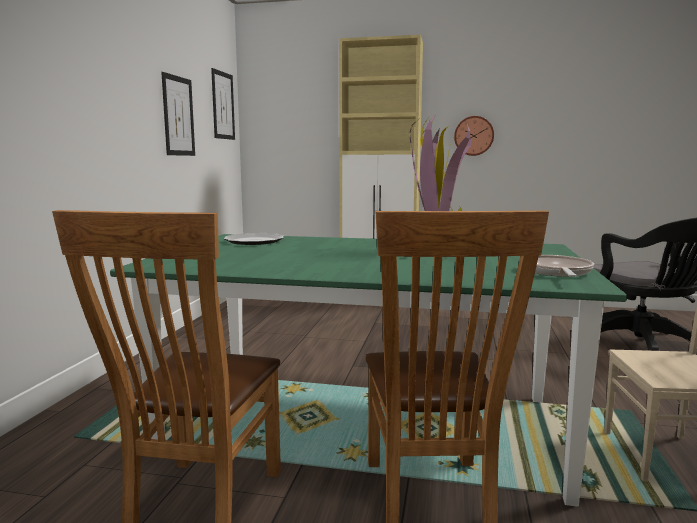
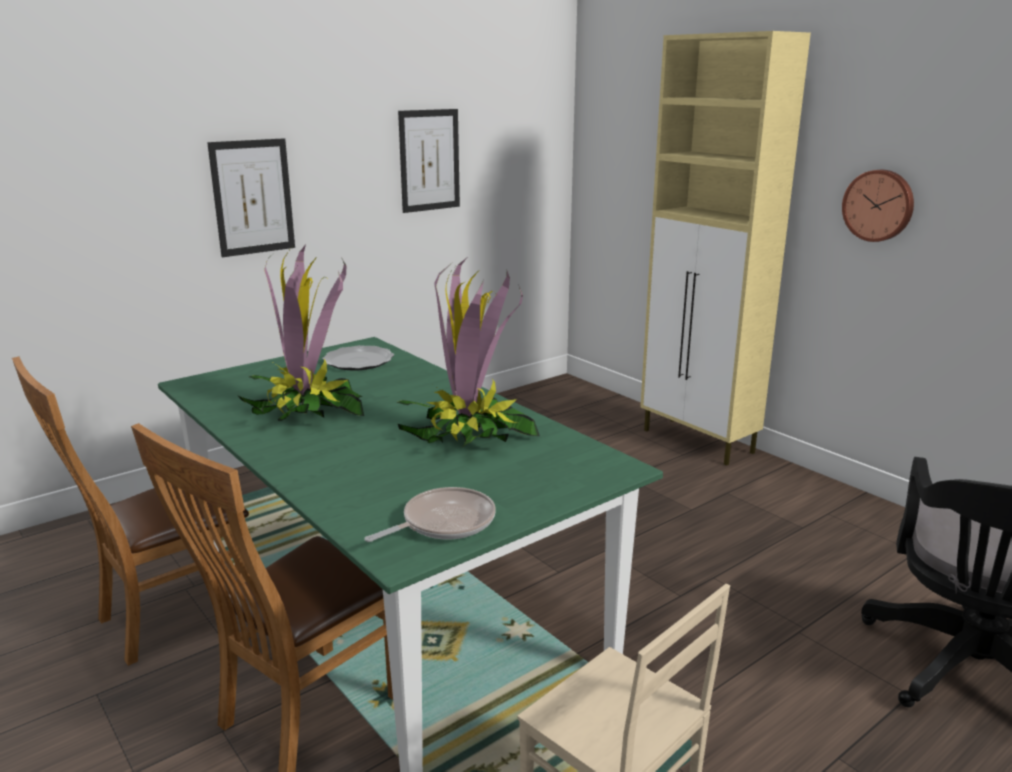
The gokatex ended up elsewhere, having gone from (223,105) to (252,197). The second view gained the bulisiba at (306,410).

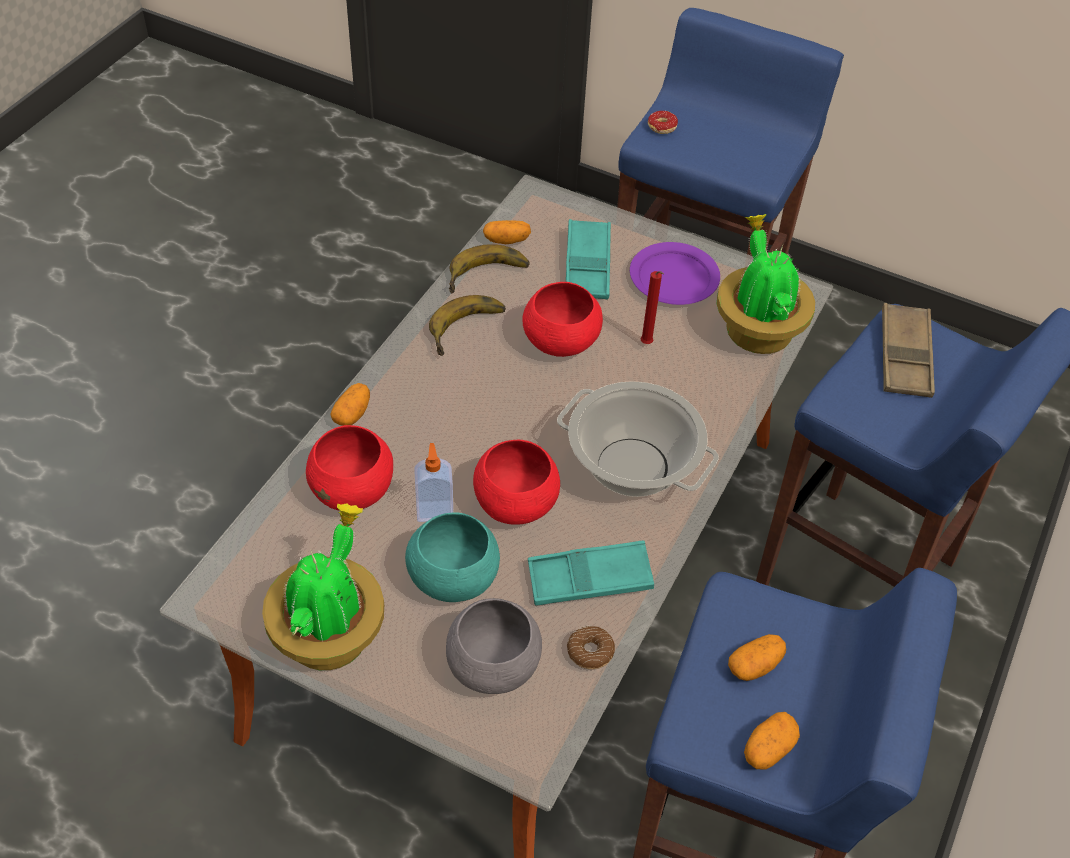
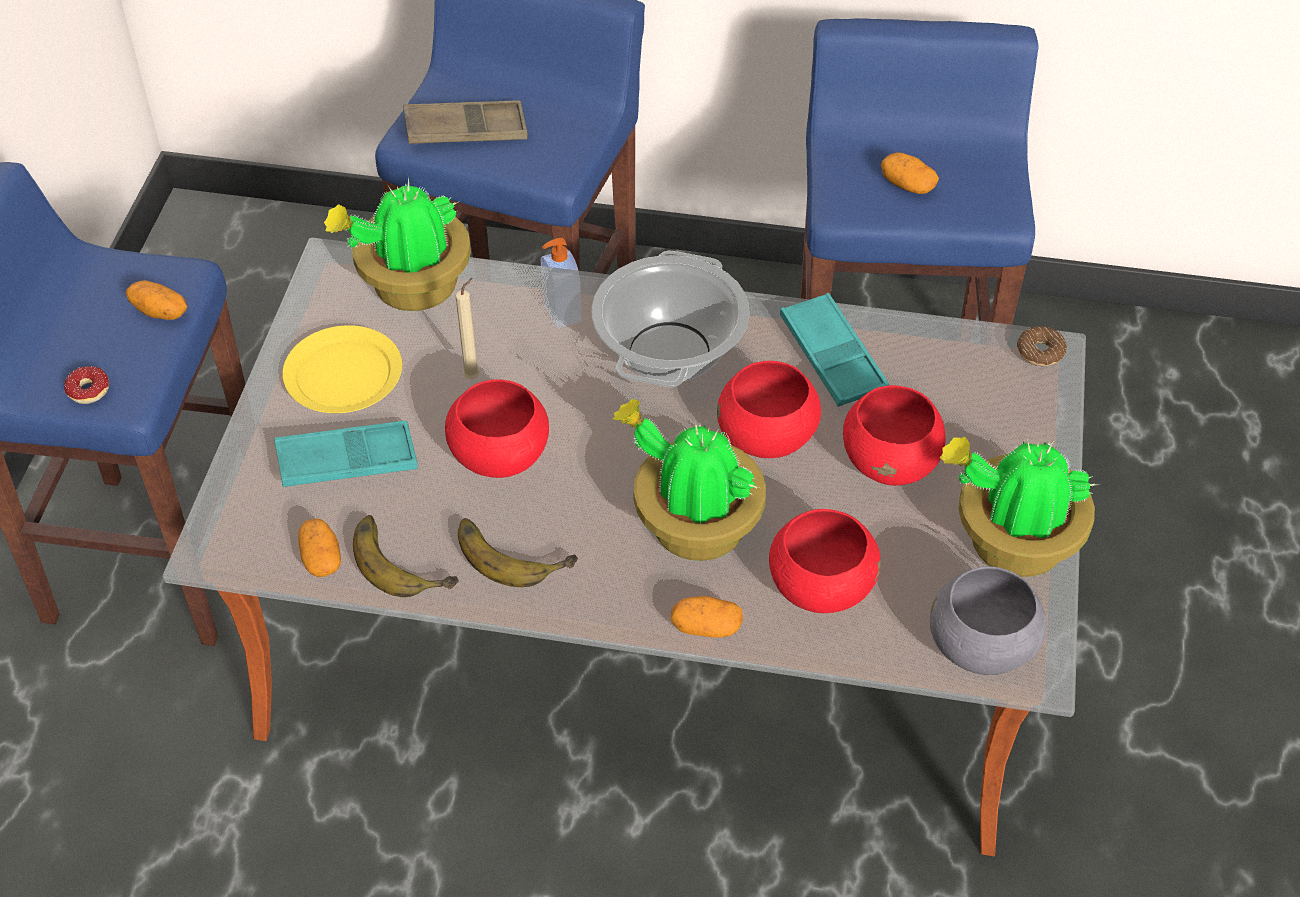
What was the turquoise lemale at (453,579) turned into the red lemale at (891,462). The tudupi ended up elsewhere, having gone from (434,510) to (560,313). The grey lemale ended up elsewhere, having gone from (492,665) to (982,647). The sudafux ended up elsewhere, having gone from (590,651) to (1040,352). What was the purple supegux at (674,277) turned into the yellow supegux at (342,373). What was the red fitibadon at (647,344) turned into the beige fitibadon at (474,376). The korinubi ended up elsewhere, having gone from (768,749) to (160,311). The second view gained the bulisiba at (693,526).

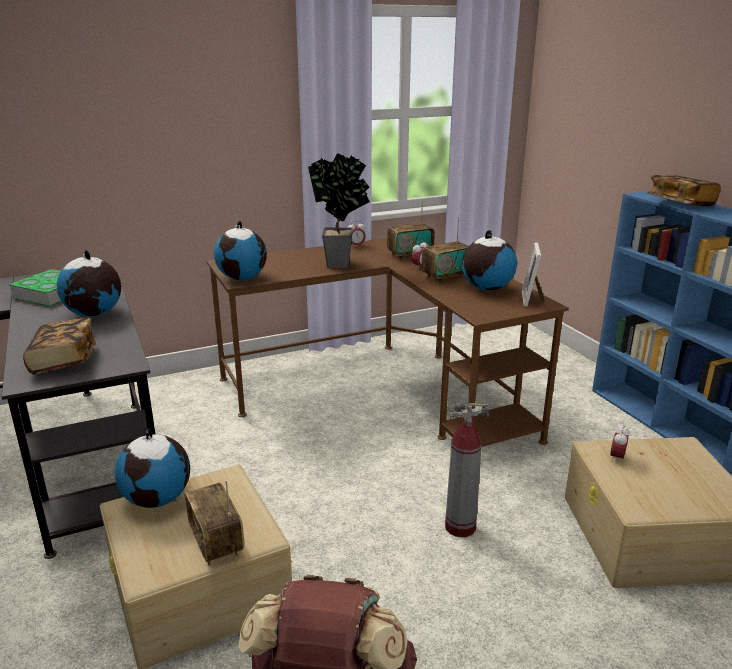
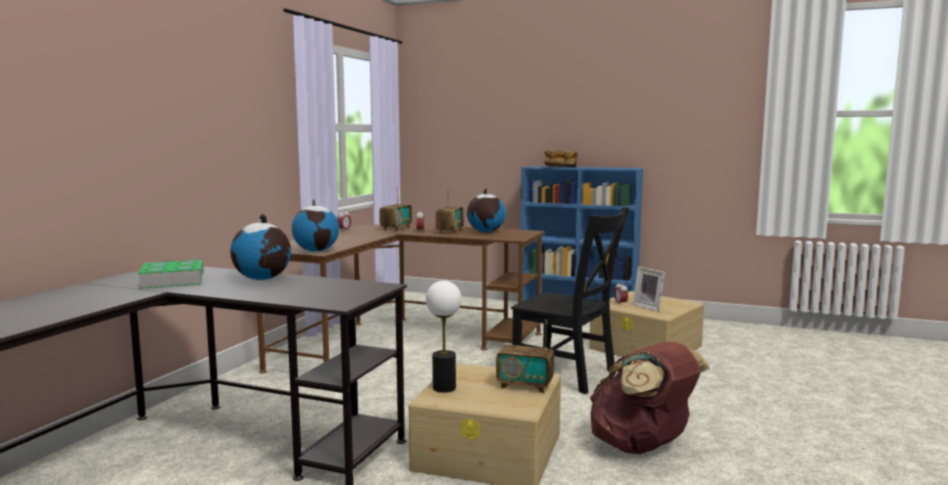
The second view lost the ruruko at (64,360). Where the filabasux stood at (158,499), the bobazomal came to stand at (444,388). The second view lost the bulisiba at (342,265). Where the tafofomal stood at (460,527), the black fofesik came to stand at (568,375). The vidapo ended up elsewhere, having gone from (532,299) to (649,307).

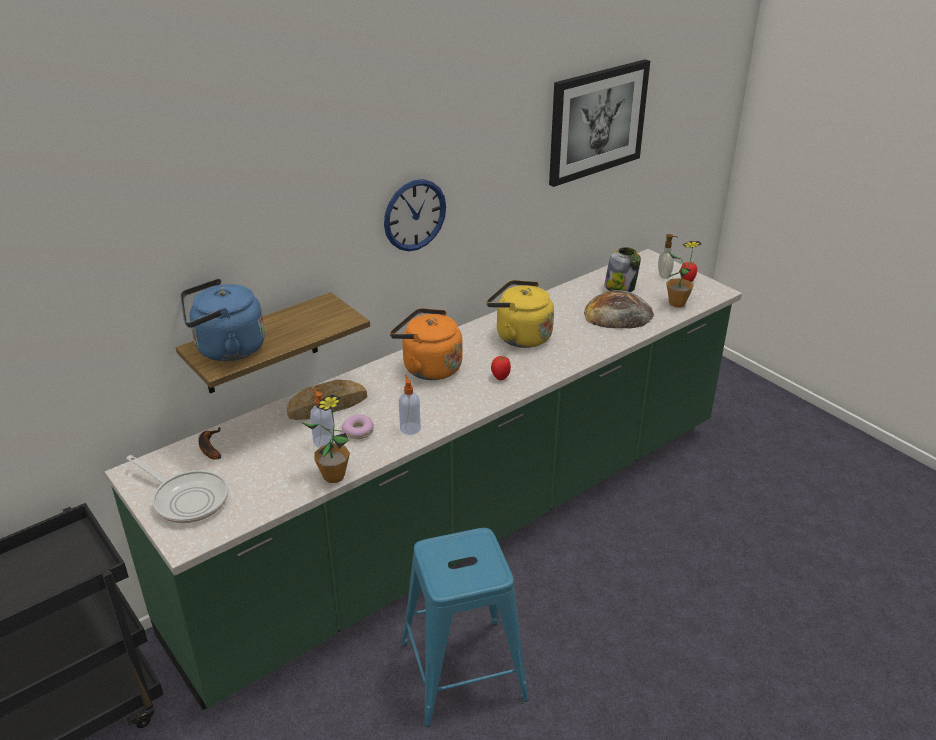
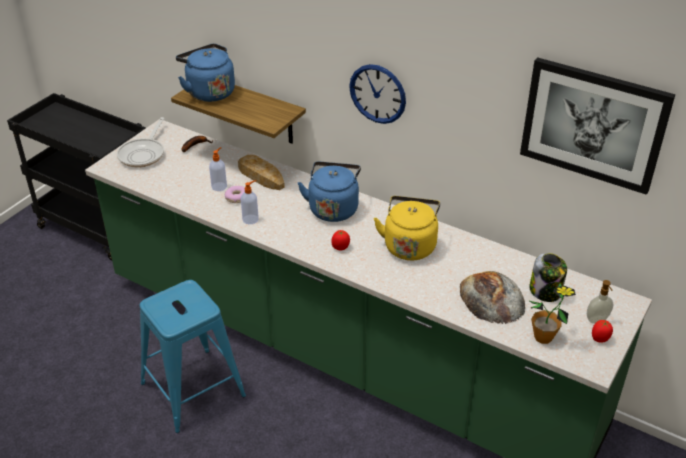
The second view lost the bulisiba at (334,476). What was the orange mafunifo at (428,367) turned into the blue mafunifo at (333,208).

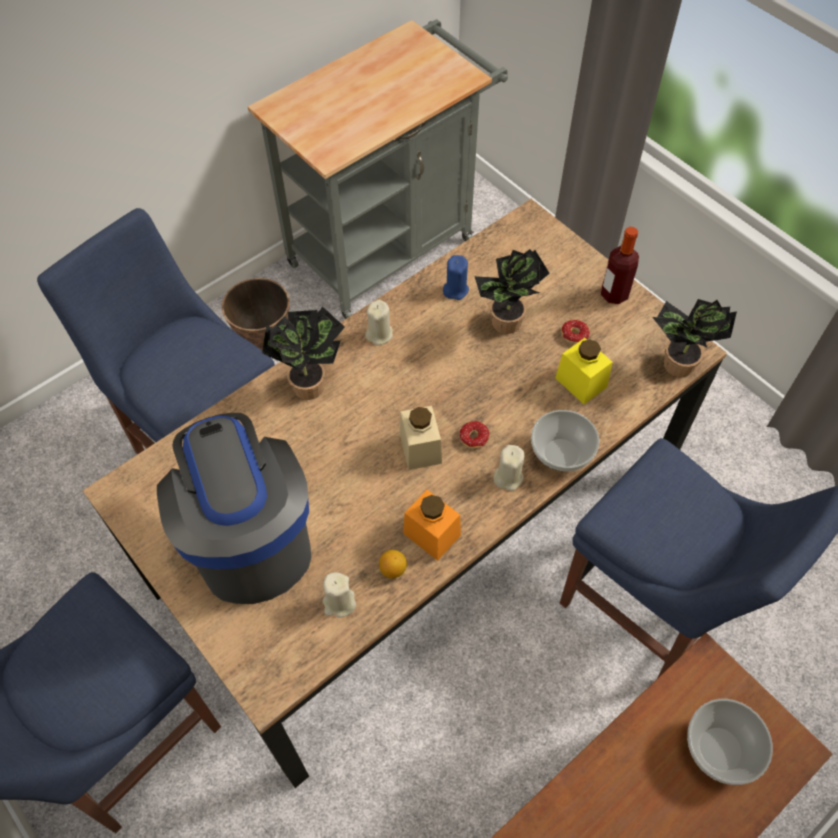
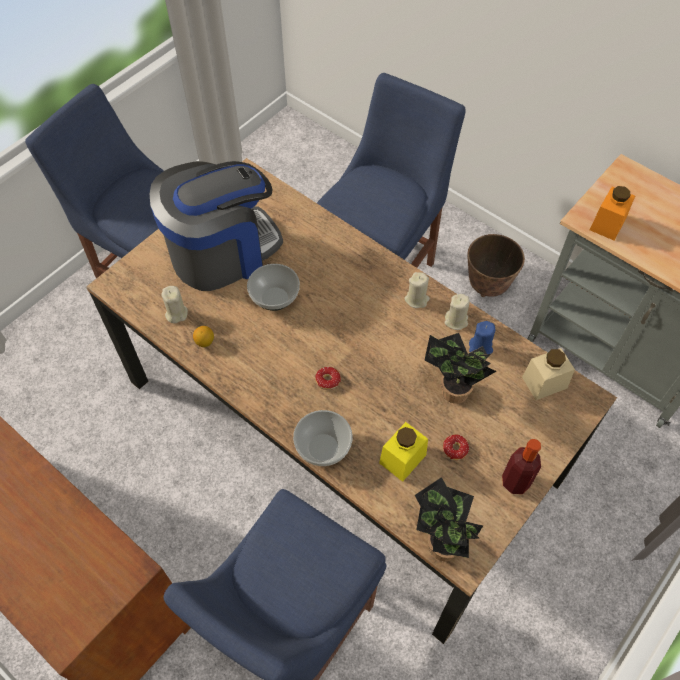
The second view lost the bulisiba at (311,383). The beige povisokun ended up elsewhere, having gone from (420,448) to (544,382). The orange povisokun ended up elsewhere, having gone from (431,534) to (607,224). The beige fitibadon ended up elsewhere, having gone from (508,477) to (456,321). The lemale ended up elsewhere, having gone from (719,748) to (275,299).

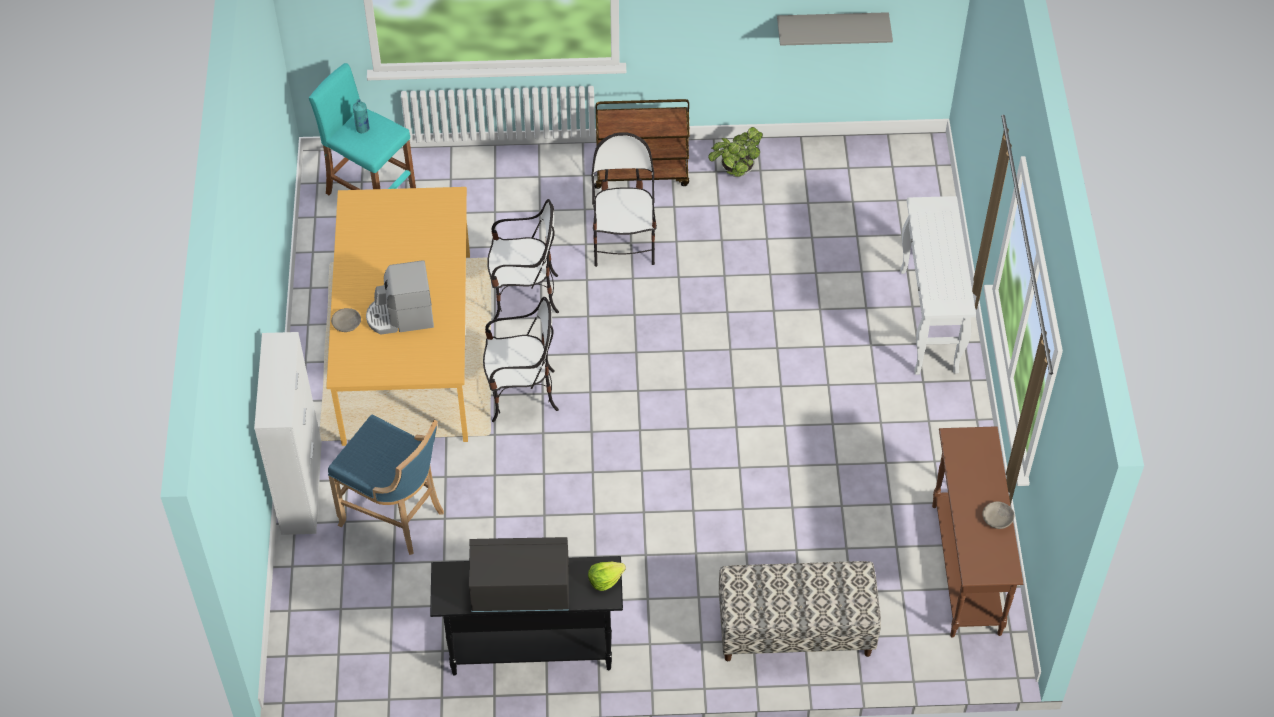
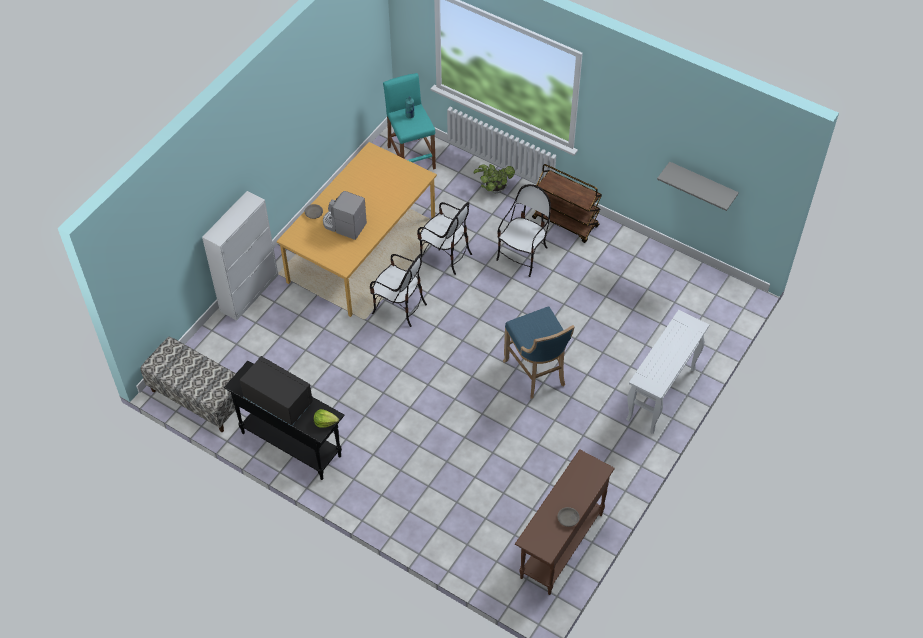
The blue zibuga ended up elsewhere, having gone from (396,517) to (537,374). The bulisiba ended up elsewhere, having gone from (735,172) to (494,189). The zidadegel ended up elsewhere, having gone from (795,631) to (198,397).

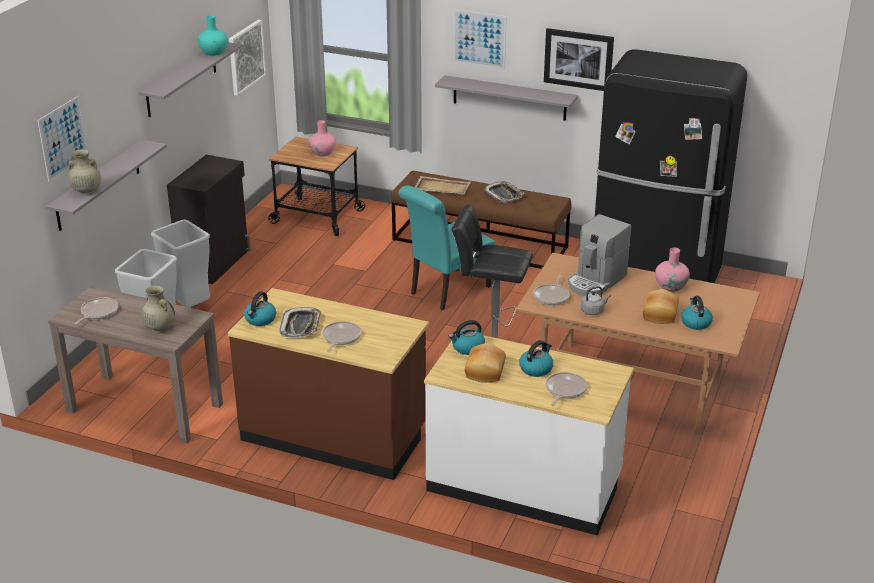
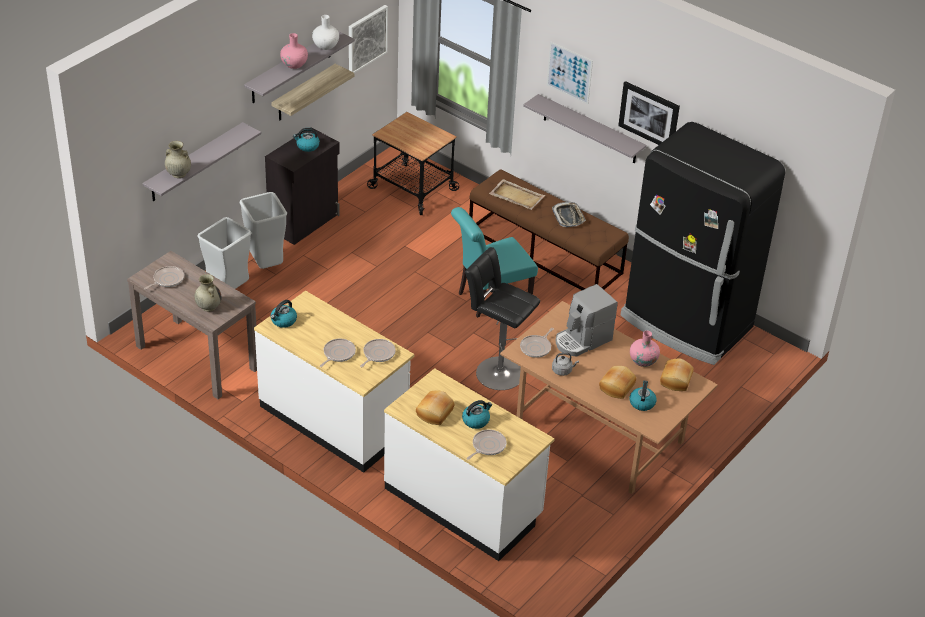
The second view lost the gokatex at (63,138). What was the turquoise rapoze at (214,52) turned into the white rapoze at (325,46). What was the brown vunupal at (334,434) turned into the white vunupal at (334,419). The second view lost the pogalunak at (301,326). The pink rapoze ended up elsewhere, having gone from (322,153) to (294,64). The mafunifo ended up elsewhere, having gone from (467,348) to (307,146). The second view gained the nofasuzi at (304,93). The second view gained the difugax at (377,354). The second view gained the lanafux at (676,380).

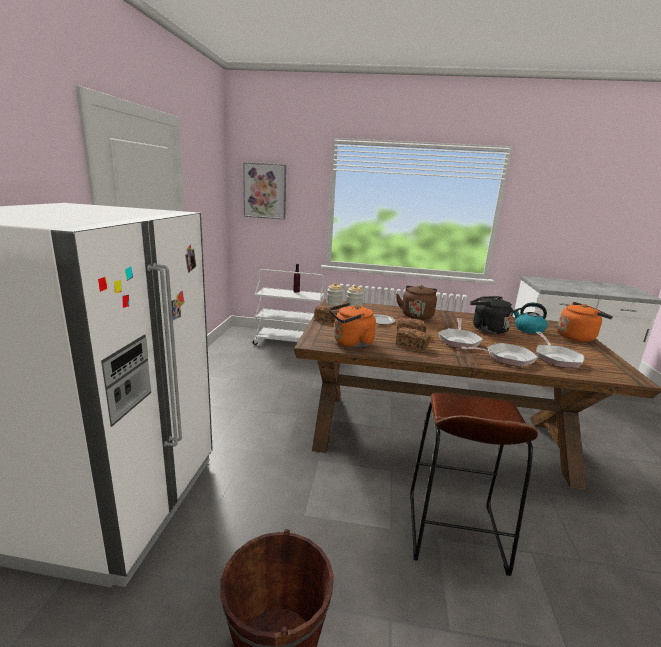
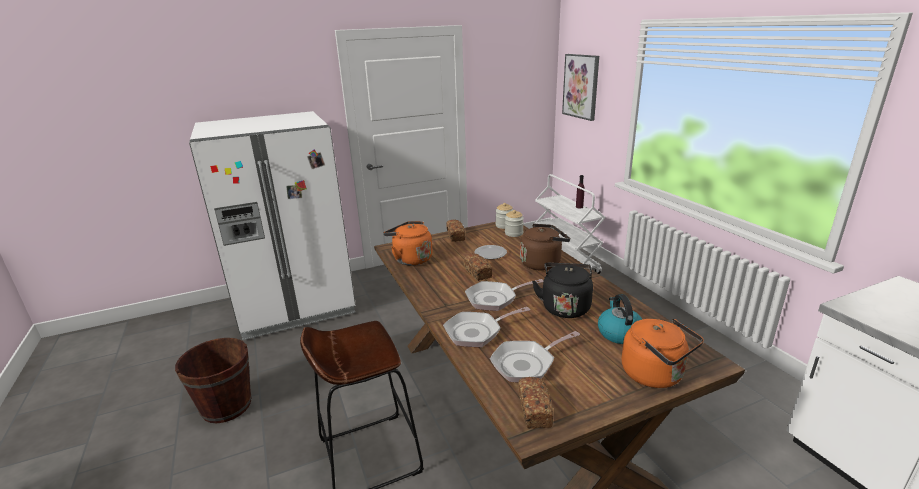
The lanafux ended up elsewhere, having gone from (412,345) to (534,411). The difugax at (506,358) ended up facing another way, 105 degrees clockwise from before.

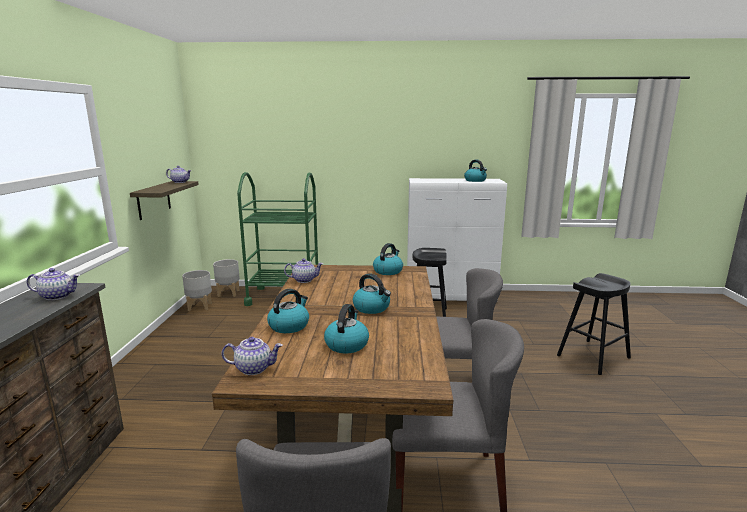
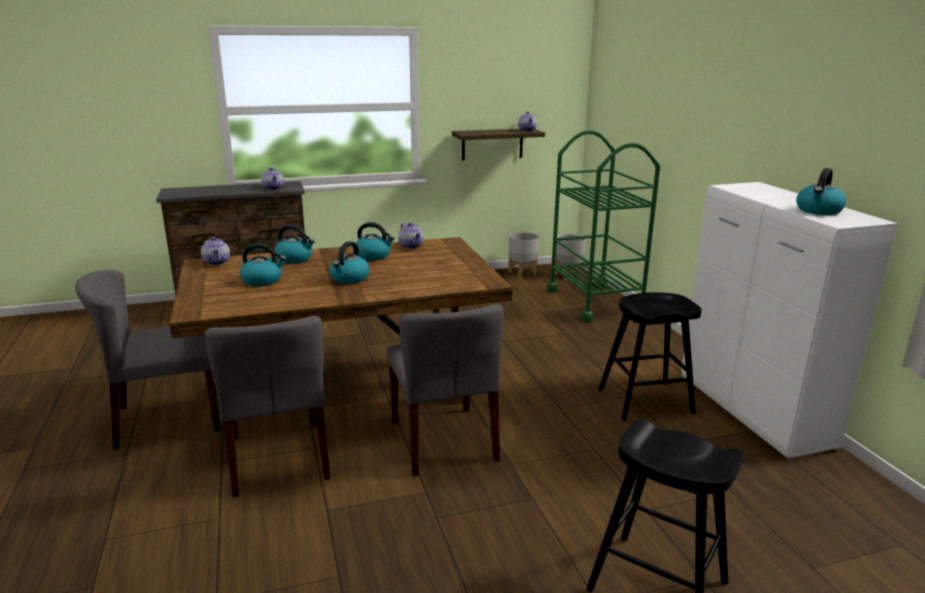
The mafunifo ended up elsewhere, having gone from (388,271) to (373,256).

